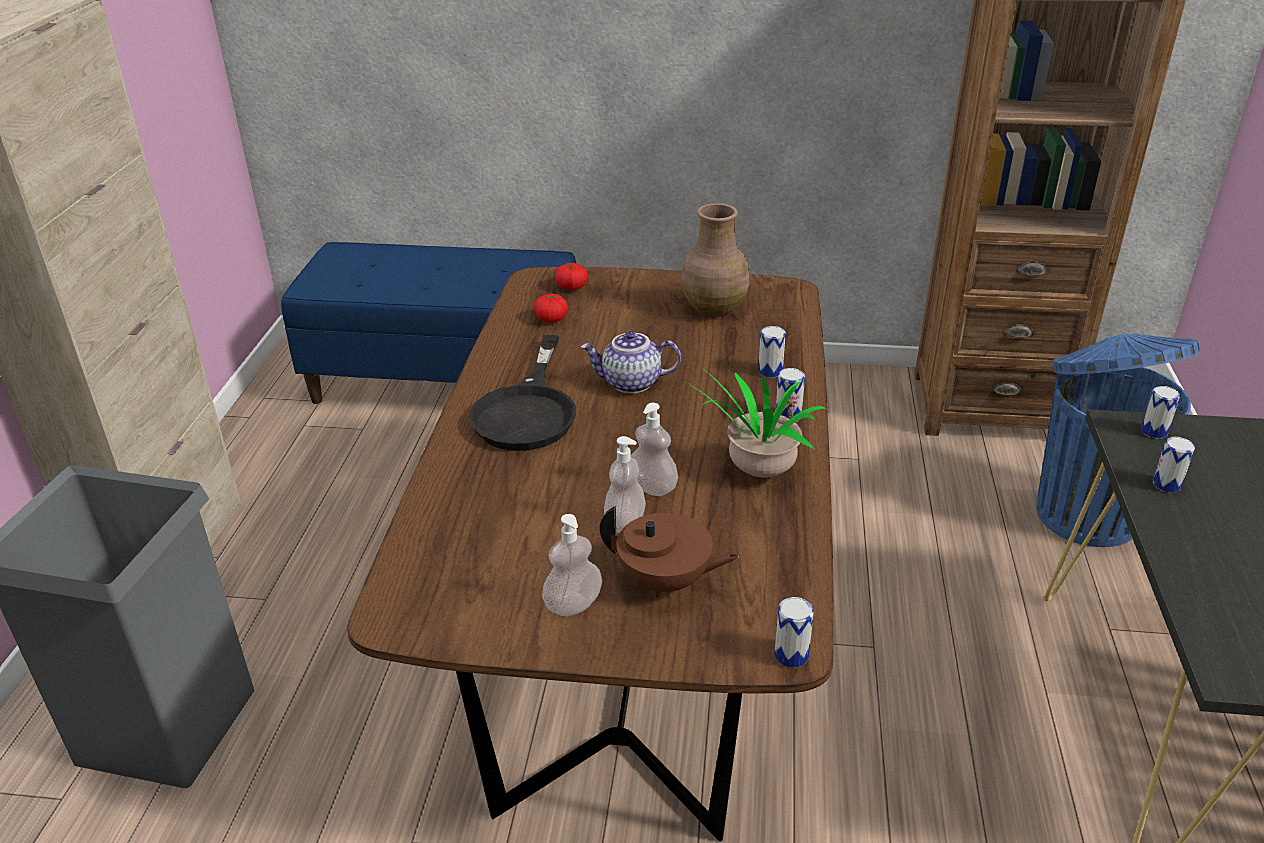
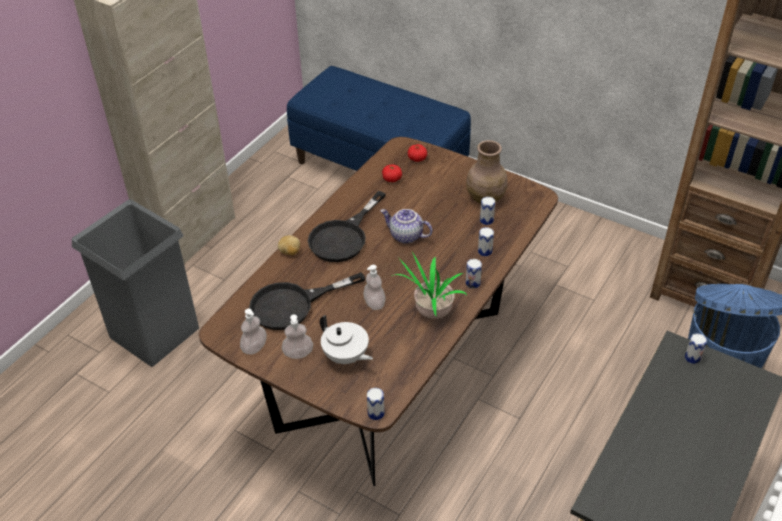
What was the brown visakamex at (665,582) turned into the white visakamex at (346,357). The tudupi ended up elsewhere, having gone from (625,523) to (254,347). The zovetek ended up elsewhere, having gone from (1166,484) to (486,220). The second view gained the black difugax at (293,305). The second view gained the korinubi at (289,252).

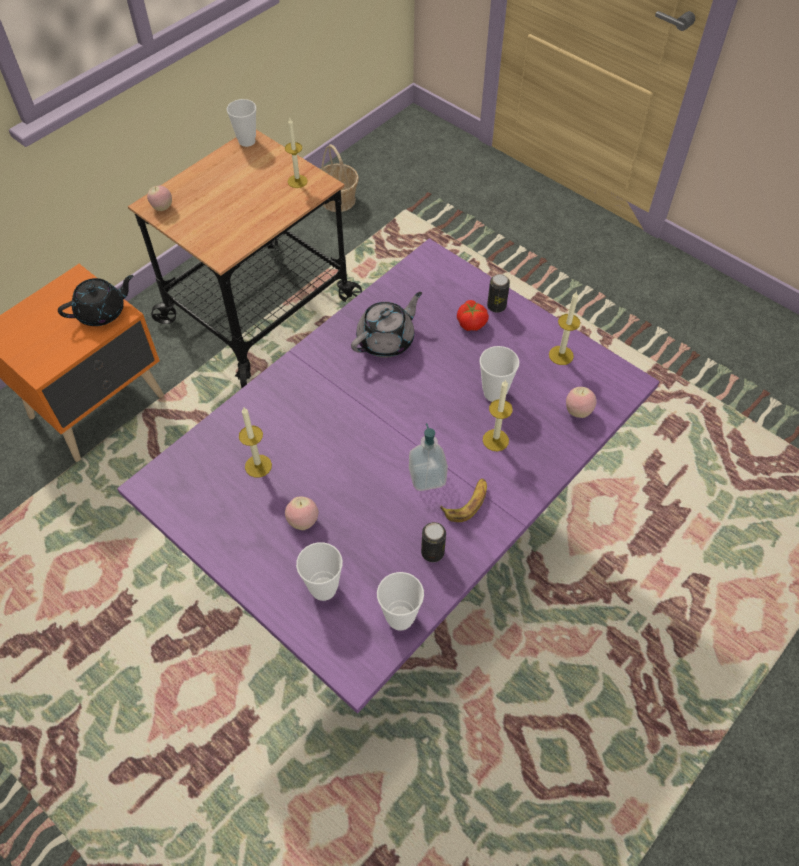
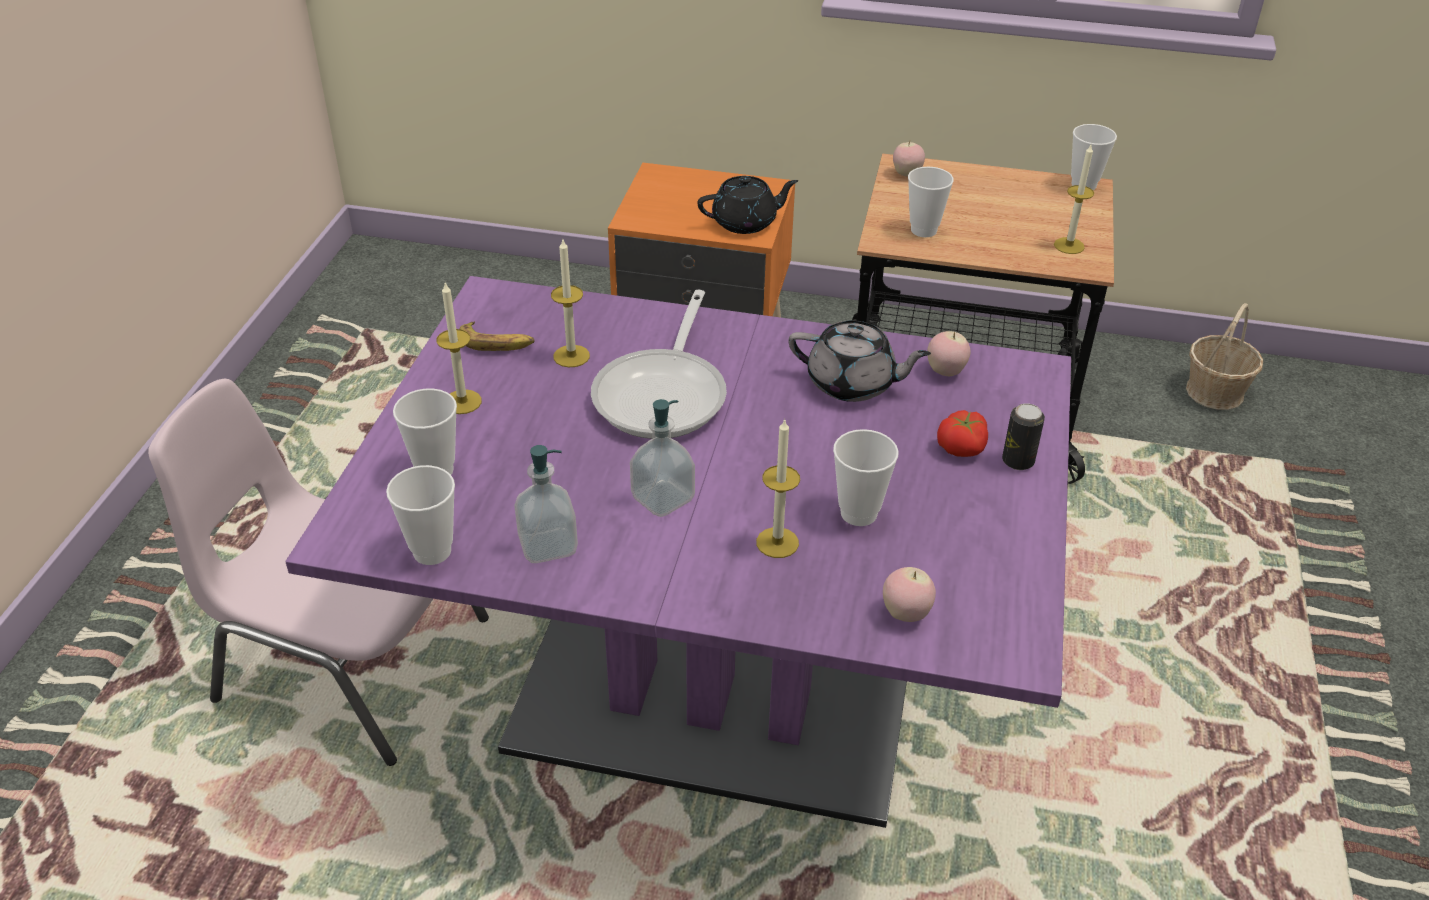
The black visakamex at (102,312) ended up facing another way, 45 degrees counterclockwise from before. The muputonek ended up elsewhere, having gone from (303,521) to (945,372). Where the zovetek stood at (432,552), the tudupi came to stand at (548,546). The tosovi ended up elsewhere, having gone from (467,502) to (496,343). The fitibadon ended up elsewhere, having gone from (561,355) to (462,402). The second view gained the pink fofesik at (349,659). The second view gained the difugax at (664,394). The second view gained the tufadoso at (923,230).

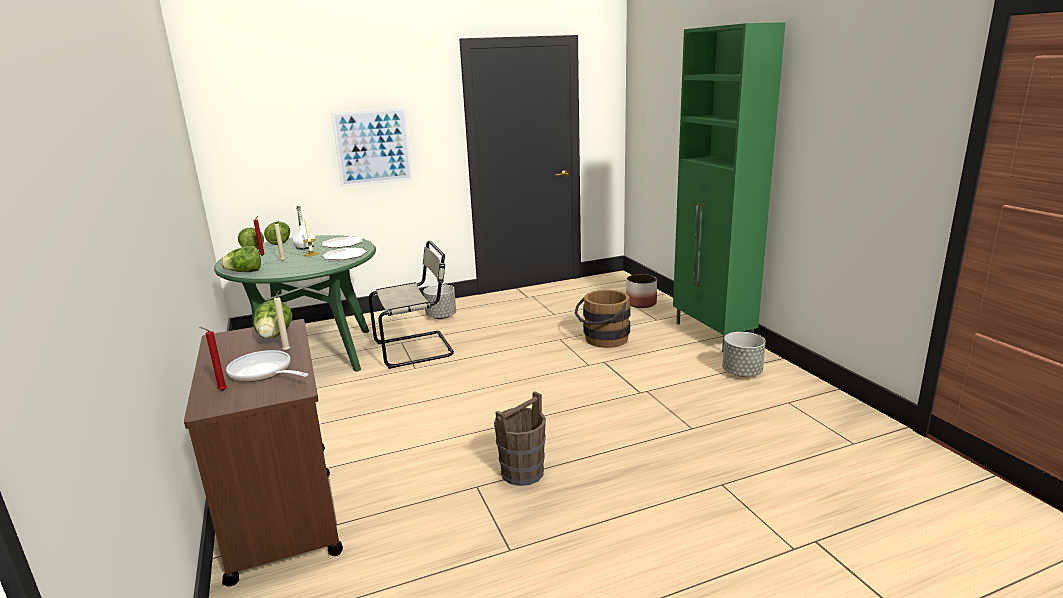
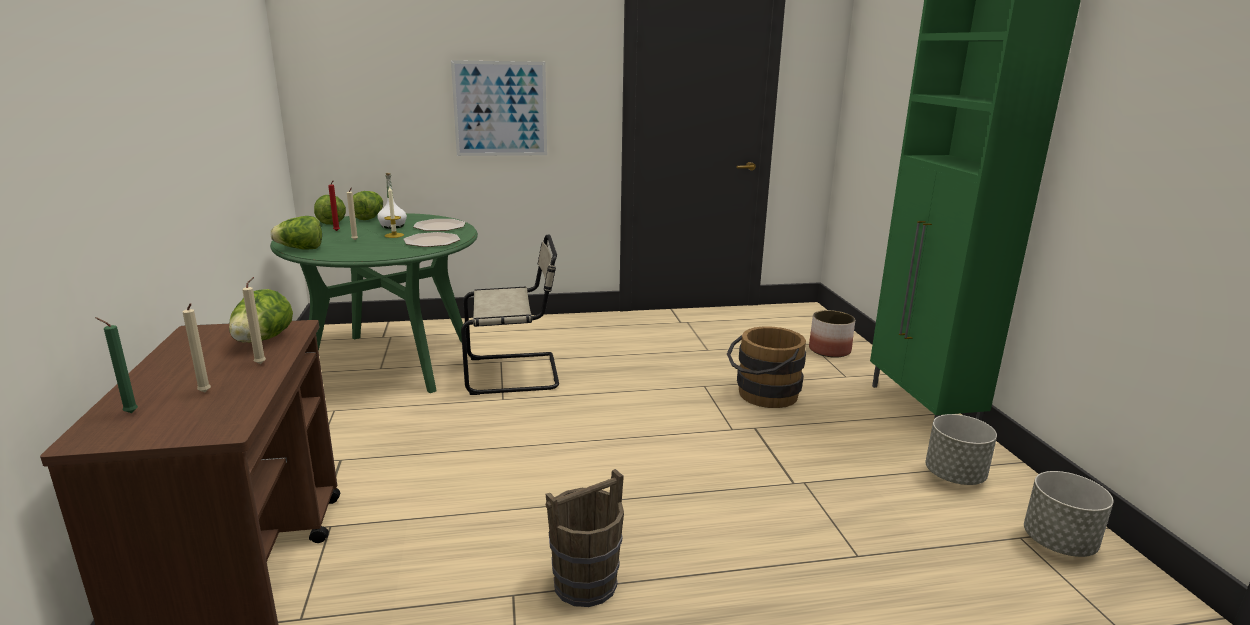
What was the red fitibadon at (221,391) turned into the green fitibadon at (129,413). Where the difugax stood at (263,372), the beige fitibadon came to stand at (205,393). The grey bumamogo ended up elsewhere, having gone from (441,316) to (1059,543).

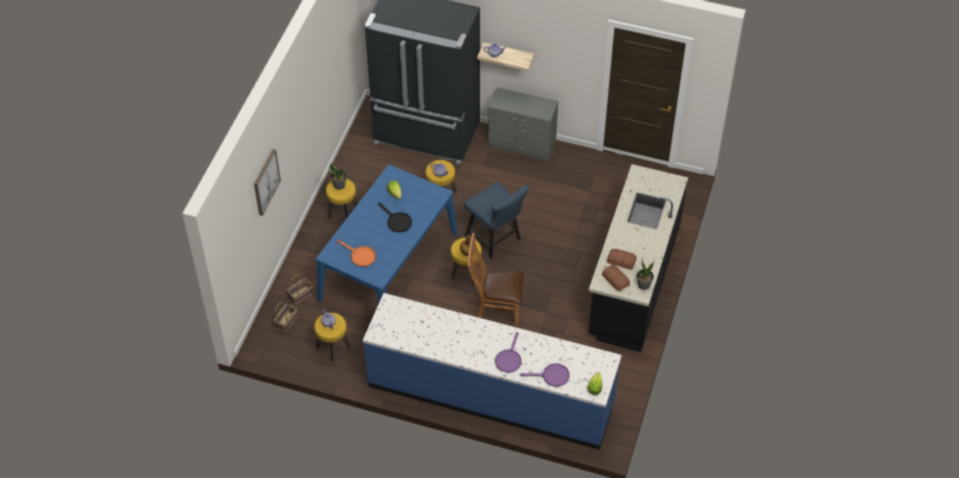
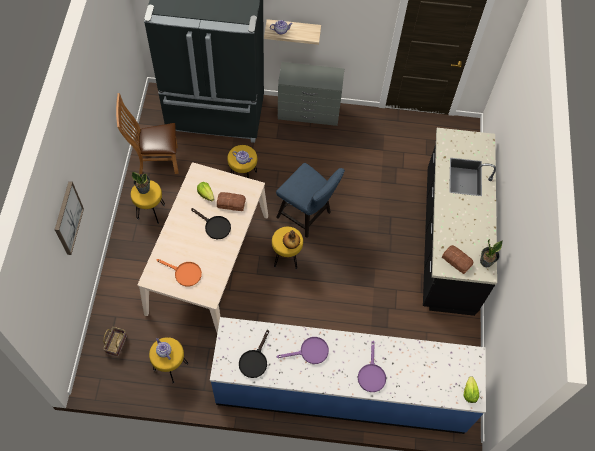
The second view lost the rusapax at (300,296). What was the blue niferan at (388,266) turned into the beige niferan at (208,263). The brown fofesik ended up elsewhere, having gone from (495,309) to (155,160). The purple difugax ended up elsewhere, having gone from (551,376) to (310,352). The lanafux ended up elsewhere, having gone from (621,261) to (231,204). The second view gained the black difugax at (254,360).

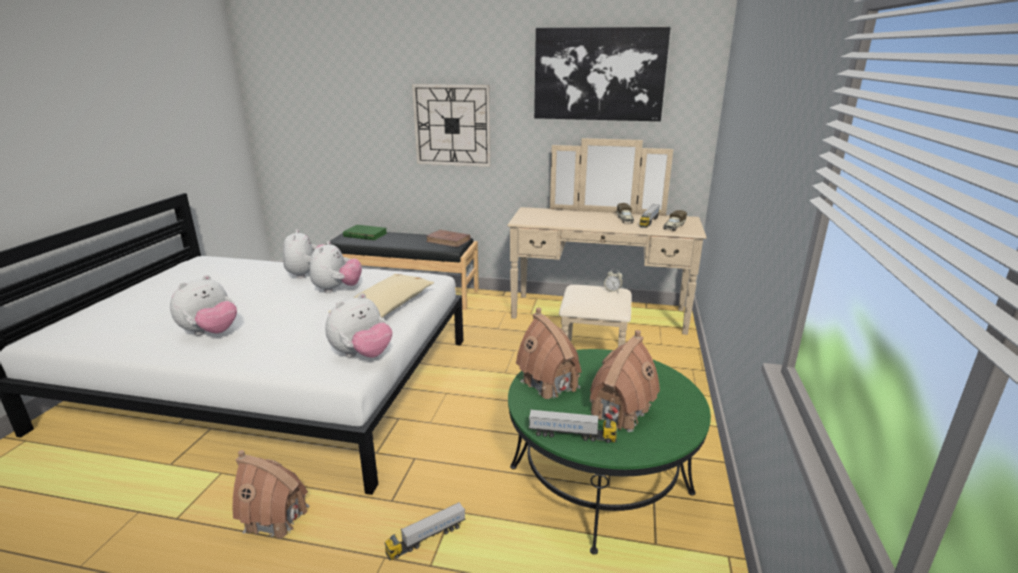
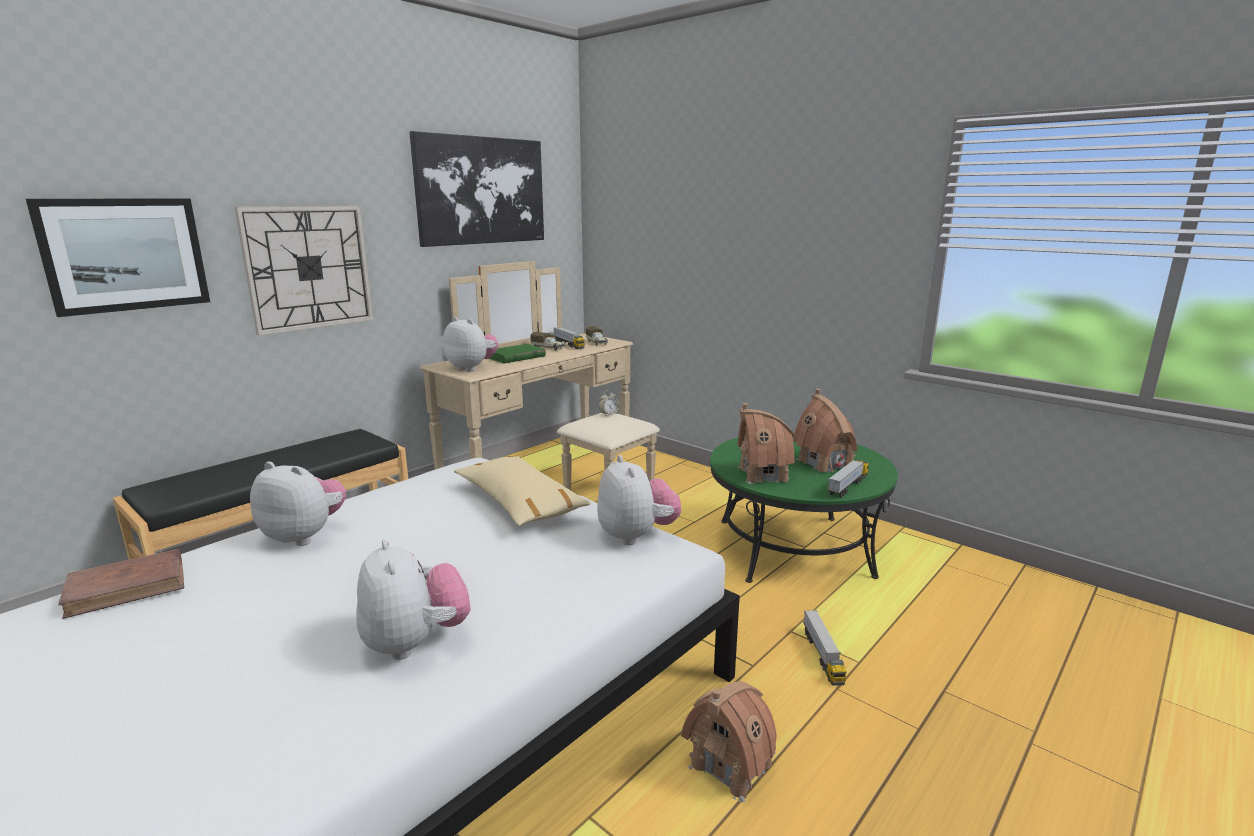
The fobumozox ended up elsewhere, having gone from (337,289) to (472,368). The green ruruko ended up elsewhere, having gone from (365,235) to (516,357). The brown ruruko ended up elsewhere, having gone from (448,241) to (128,587). The second view gained the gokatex at (125,254).

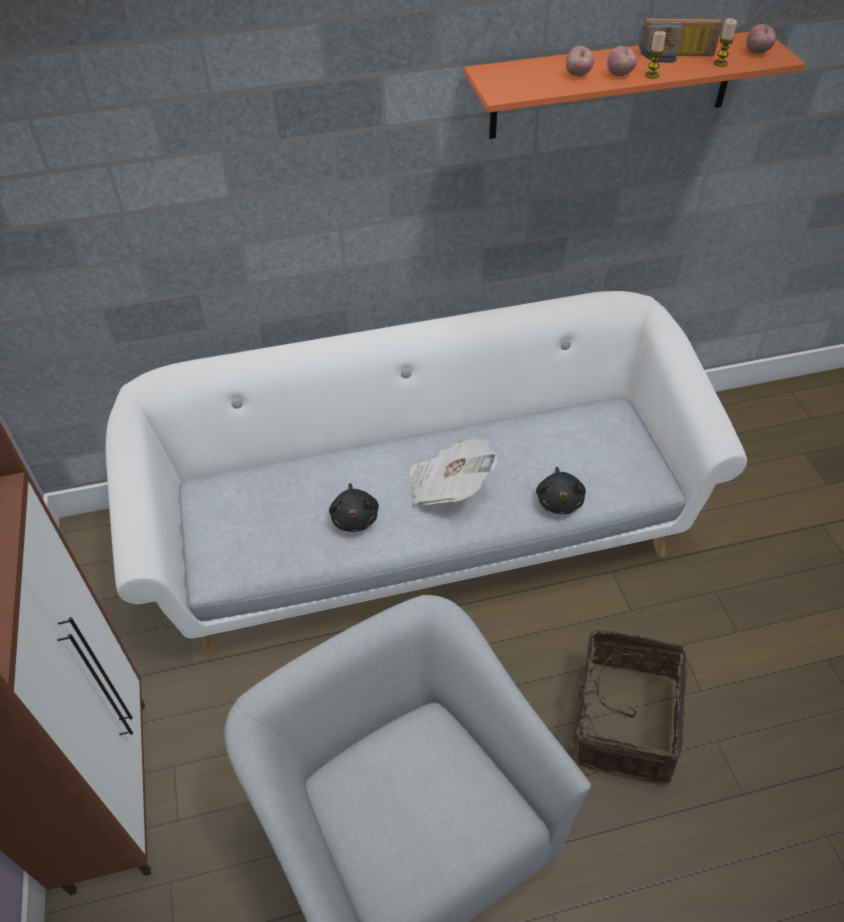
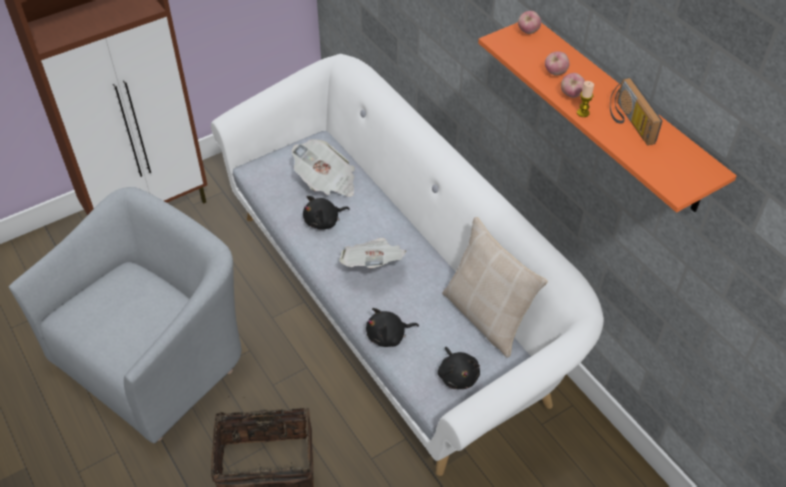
The second view lost the fitibadon at (720,63). The muputonek ended up elsewhere, having gone from (757,53) to (528,32). The second view gained the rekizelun at (326,182). The second view gained the black fobumozox at (458,375). The second view gained the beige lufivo at (487,317).

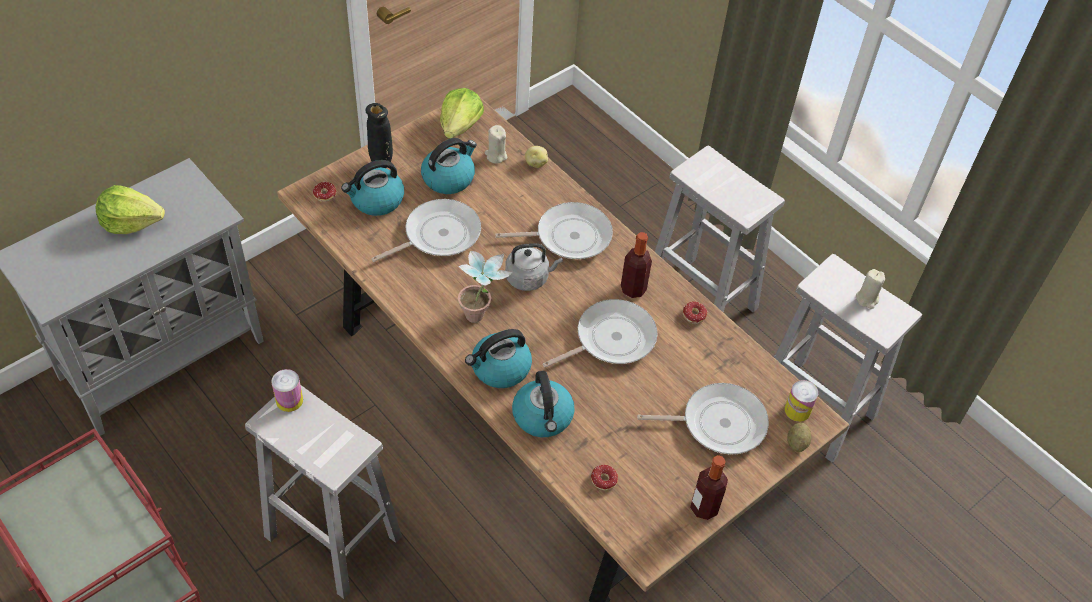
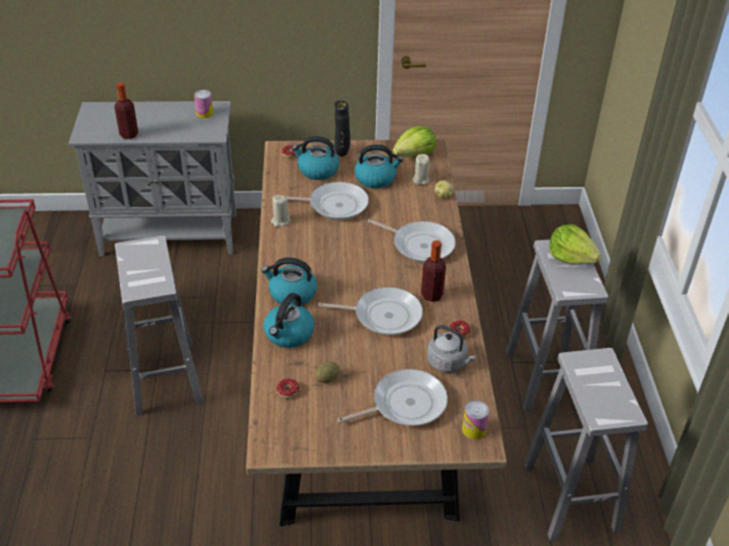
The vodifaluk ended up elsewhere, having gone from (131,222) to (571,256). The zovetek ended up elsewhere, having gone from (289,400) to (204,113). The second view lost the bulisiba at (481,314). The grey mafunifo ended up elsewhere, having gone from (529,278) to (448,362). The difugax at (718,423) ended up facing another way, 60 degrees counterclockwise from before. The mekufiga ended up elsewhere, having gone from (704,507) to (129,134). The korinubi ended up elsewhere, having gone from (797,443) to (327,378). The beige fitibadon ended up elsewhere, having gone from (867,299) to (280,221).

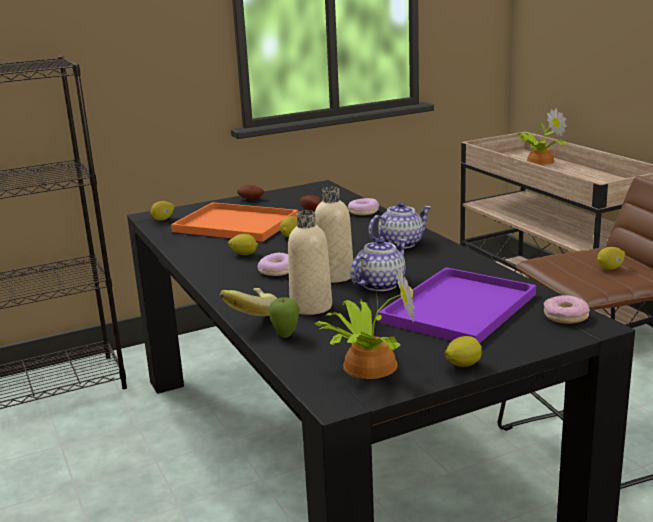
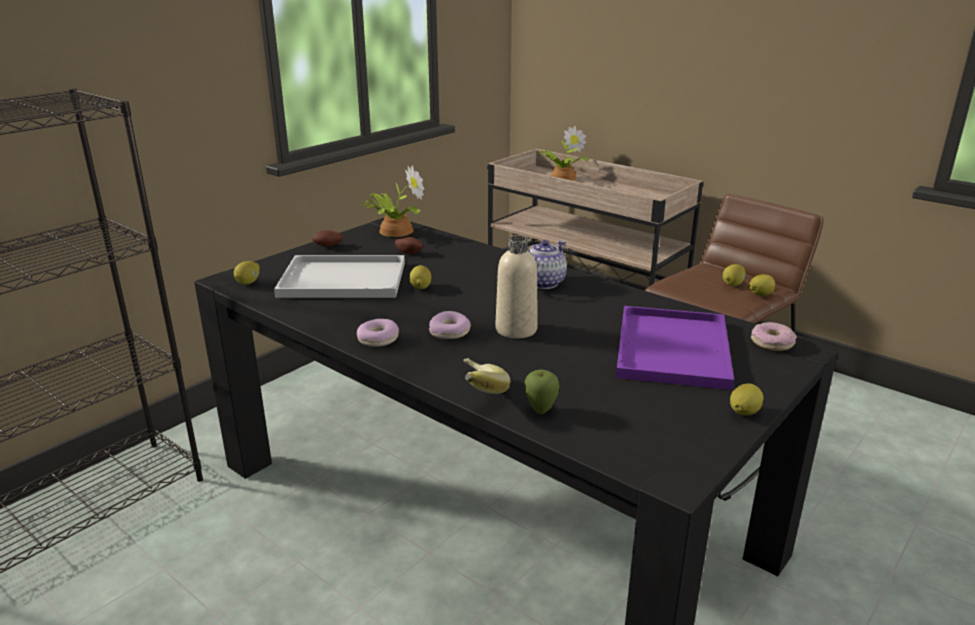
What was the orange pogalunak at (233,224) turned into the white pogalunak at (340,280). The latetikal ended up elsewhere, having gone from (244,254) to (759,295). The second view lost the beige mekufiga at (311,307). The bulisiba ended up elsewhere, having gone from (366,365) to (394,231). The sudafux ended up elsewhere, having gone from (363,212) to (378,339). The second view lost the visakamex at (380,284).

